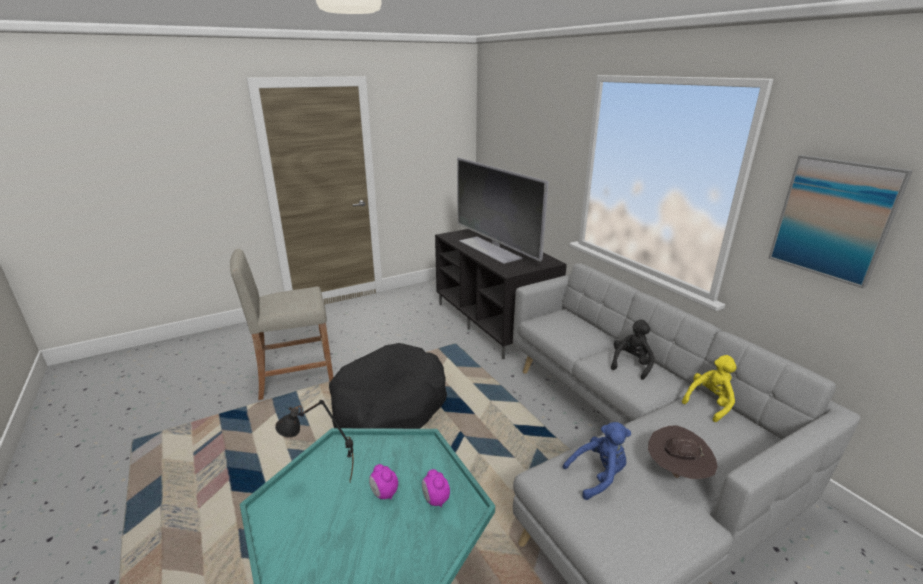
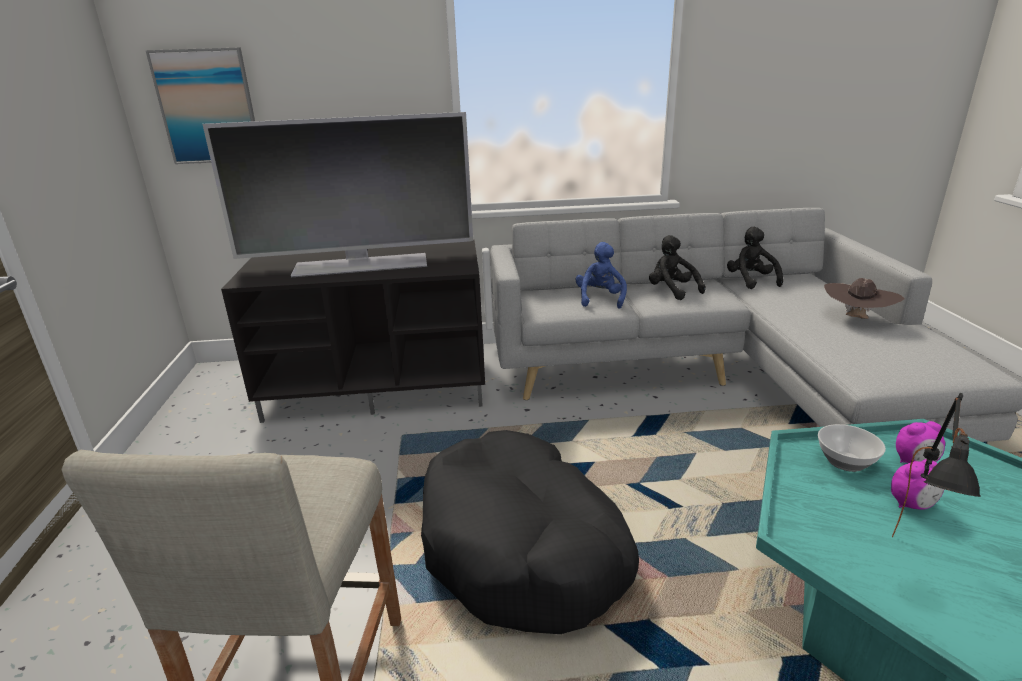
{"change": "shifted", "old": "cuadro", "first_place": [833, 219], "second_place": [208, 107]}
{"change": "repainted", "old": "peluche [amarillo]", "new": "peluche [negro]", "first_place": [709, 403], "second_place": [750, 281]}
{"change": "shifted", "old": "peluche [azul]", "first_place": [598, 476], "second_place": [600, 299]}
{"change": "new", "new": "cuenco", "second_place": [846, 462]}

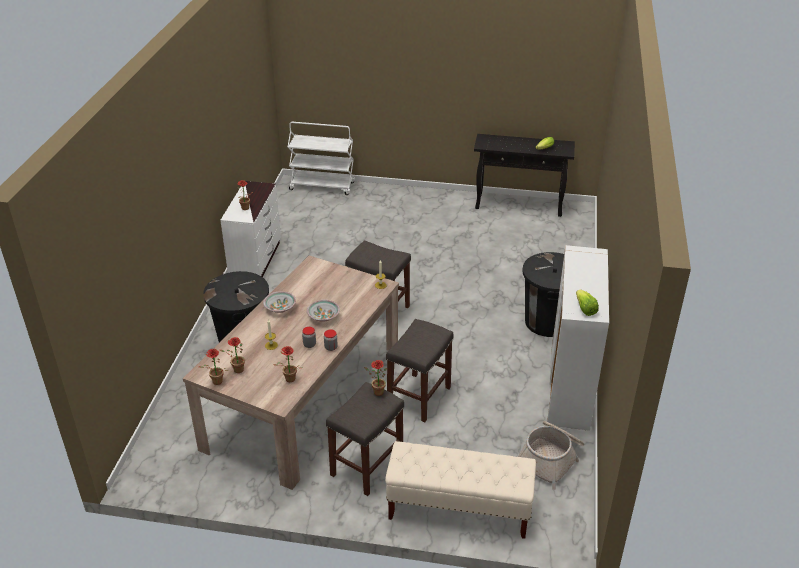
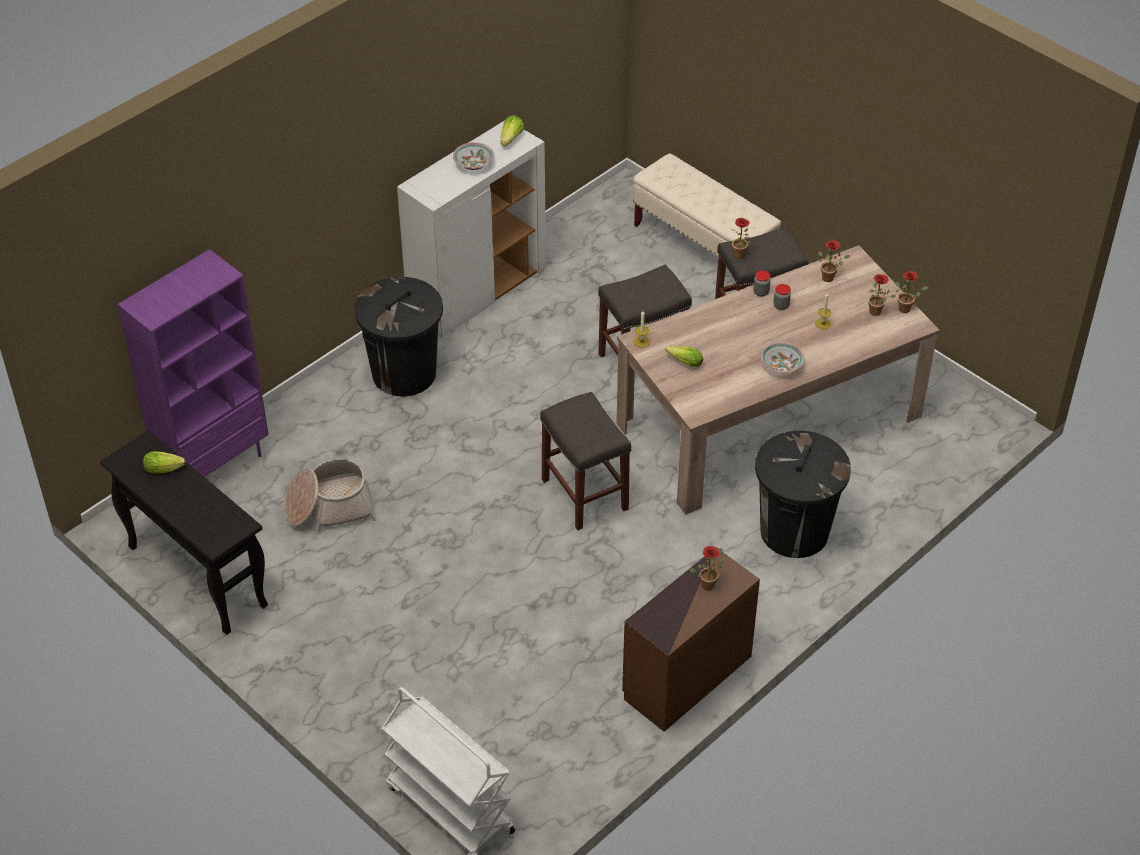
{"change": "repainted", "old": "cómoda [blanco]", "new": "cómoda [marrón]", "first_place": [256, 260], "second_place": [685, 677]}
{"change": "shifted", "old": "cuenco", "first_place": [323, 316], "second_place": [473, 164]}
{"change": "shifted", "old": "cesta", "first_place": [550, 459], "second_place": [329, 507]}
{"change": "new", "new": "estantería [morado]", "second_place": [214, 466]}
{"change": "new", "new": "lechuga", "second_place": [683, 361]}

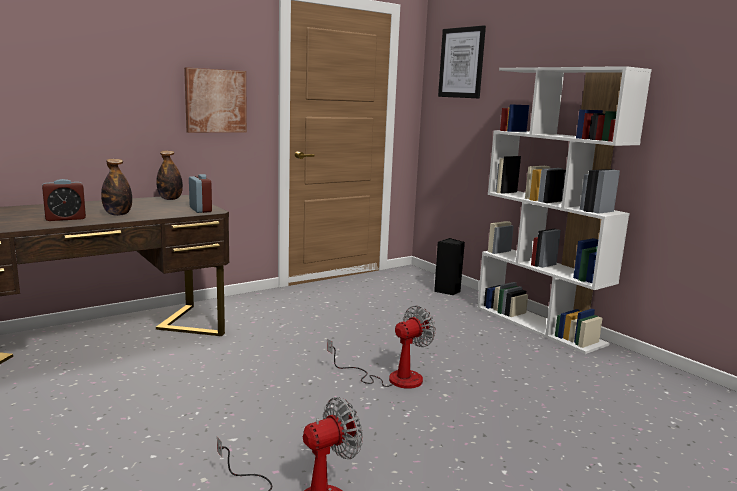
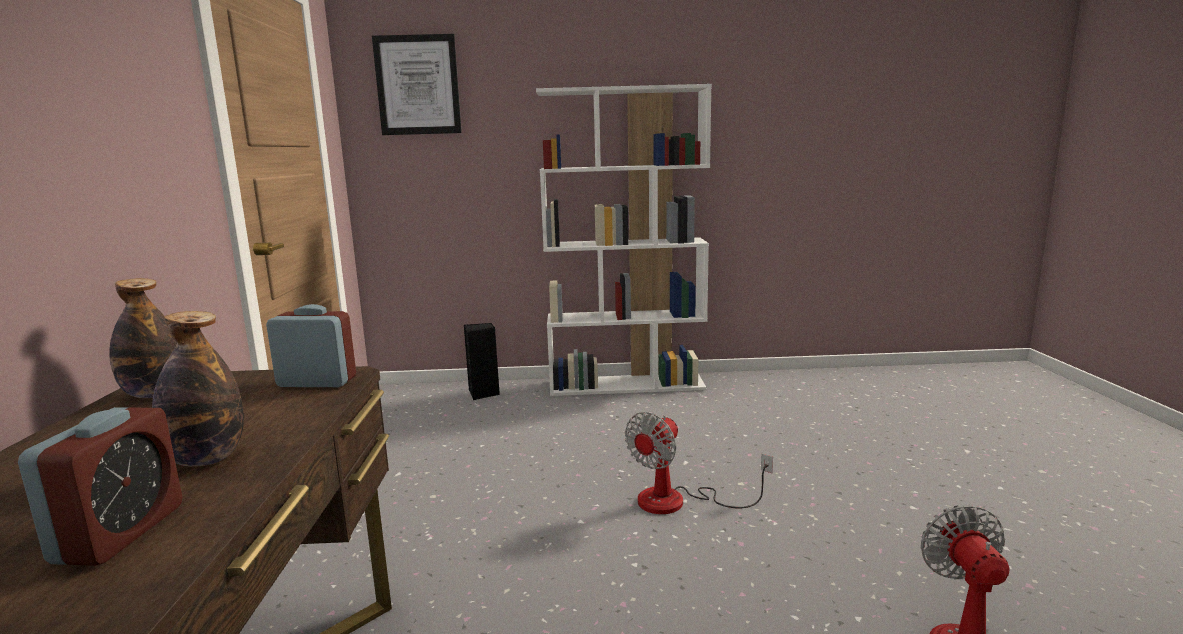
{"change": "gone", "old": "cuadro", "first_place": [215, 101]}
{"change": "rotated", "old": "ventilador", "first_place": [392, 378], "second_place": [678, 501], "degrees": -135}

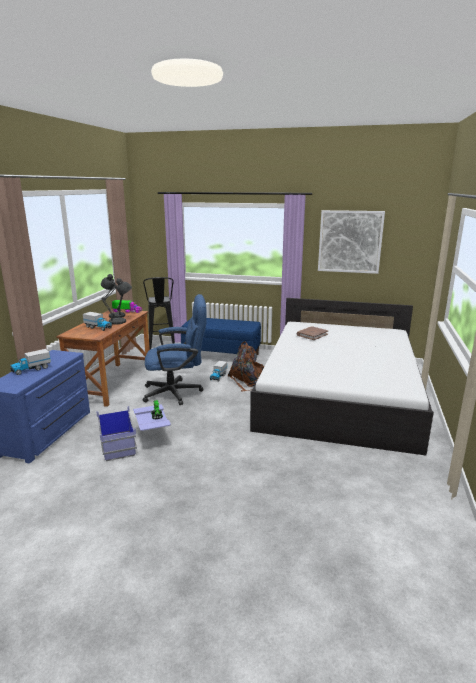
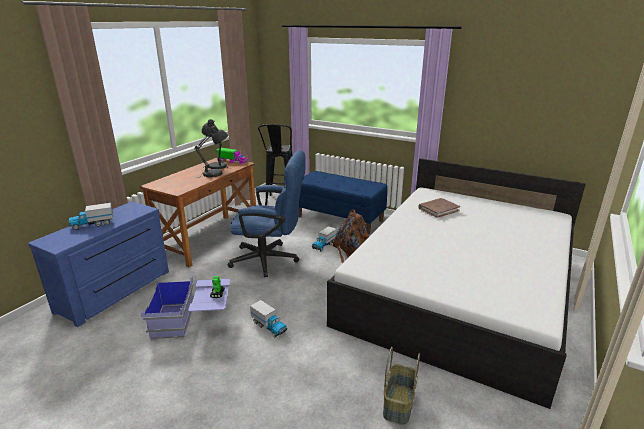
{"change": "gone", "old": "cuadro", "first_place": [350, 241]}
{"change": "shifted", "old": "camión de juguete", "first_place": [98, 328], "second_place": [269, 326]}
{"change": "new", "new": "cesta", "second_place": [399, 404]}

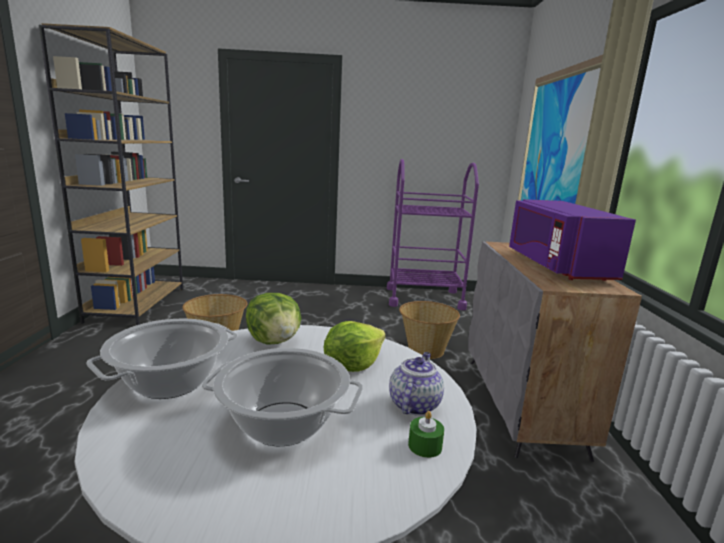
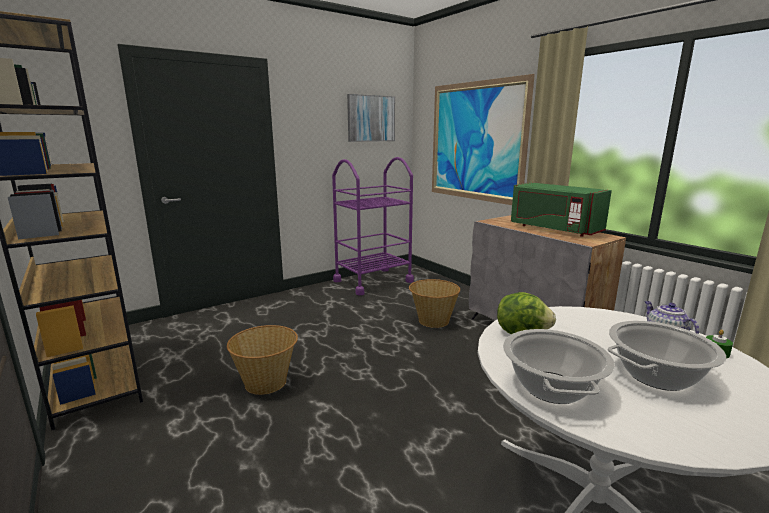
{"change": "repainted", "old": "microondas [morado]", "new": "microondas [verde]", "first_place": [556, 266], "second_place": [553, 229]}
{"change": "gone", "old": "lechuga", "first_place": [352, 365]}
{"change": "new", "new": "cuadro", "second_place": [371, 118]}

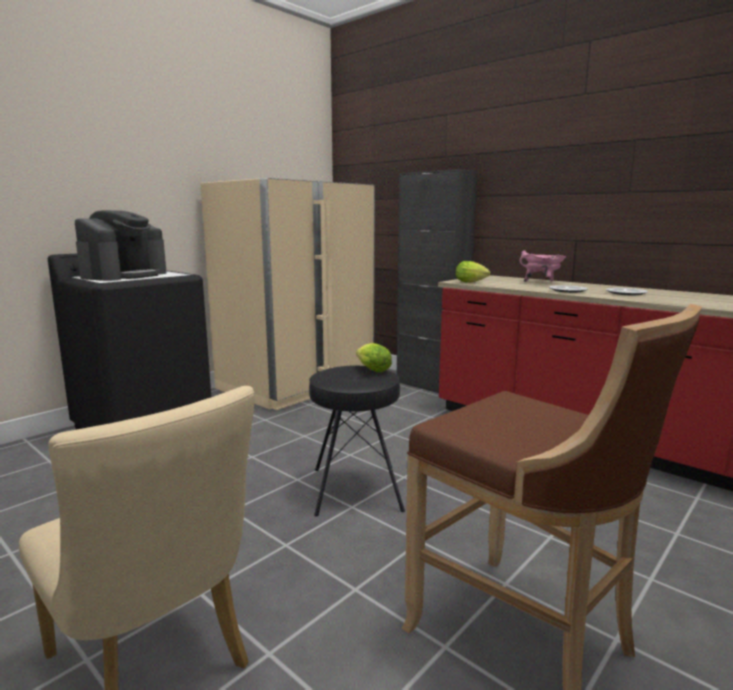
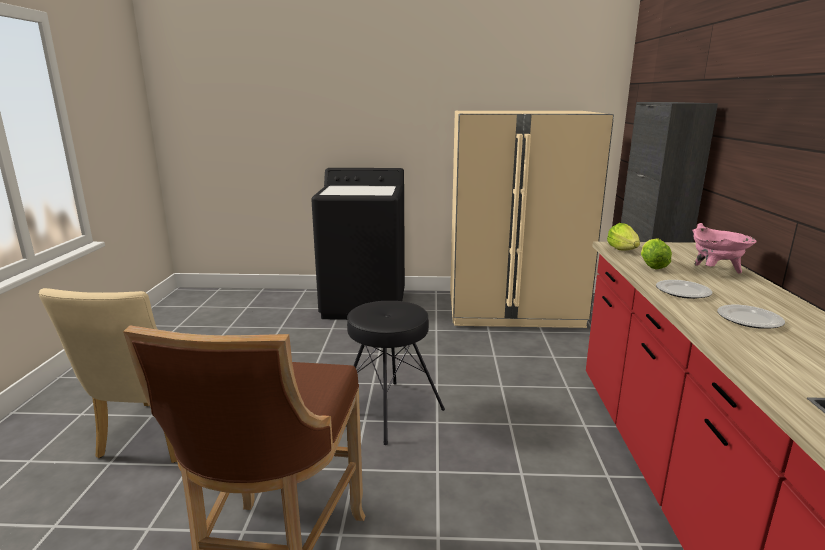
{"change": "gone", "old": "cafetera", "first_place": [124, 275]}
{"change": "shifted", "old": "lechuga", "first_place": [371, 369], "second_place": [652, 265]}

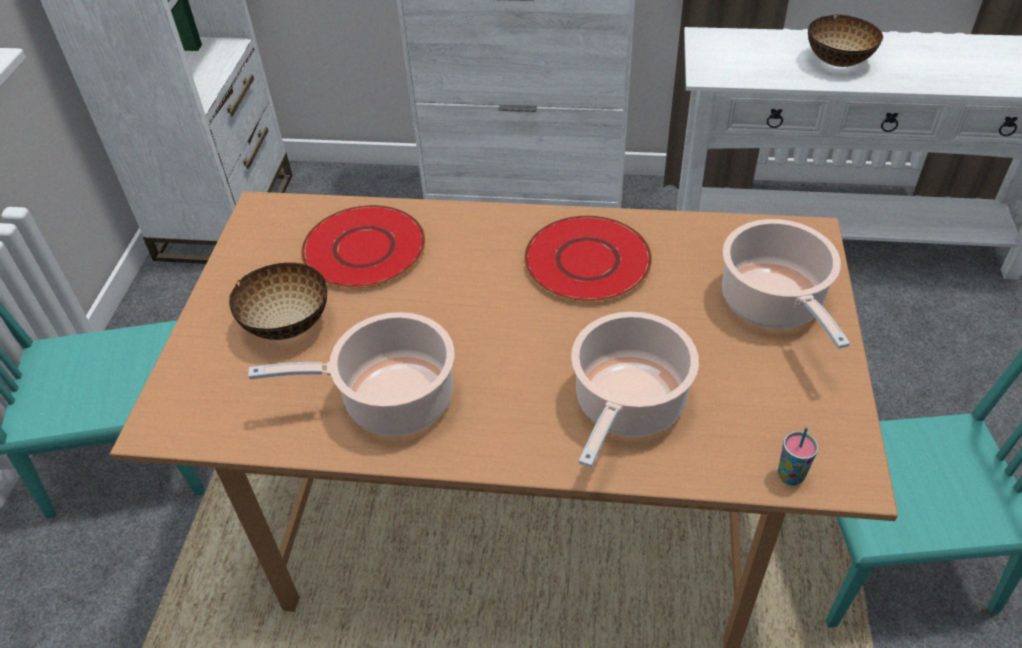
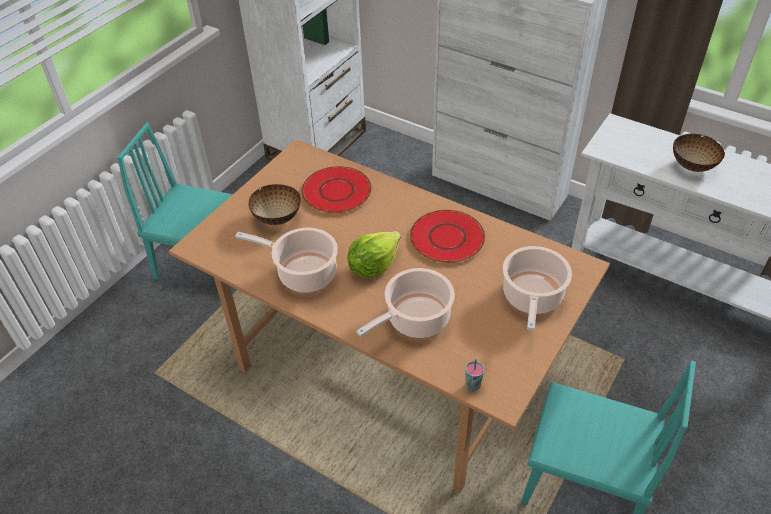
{"change": "new", "new": "lechuga", "second_place": [373, 266]}

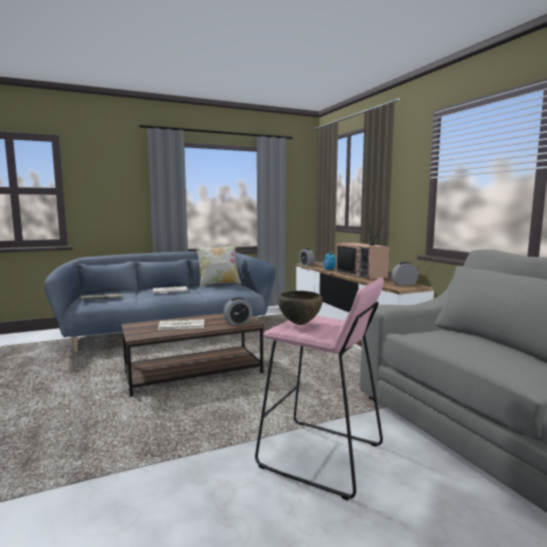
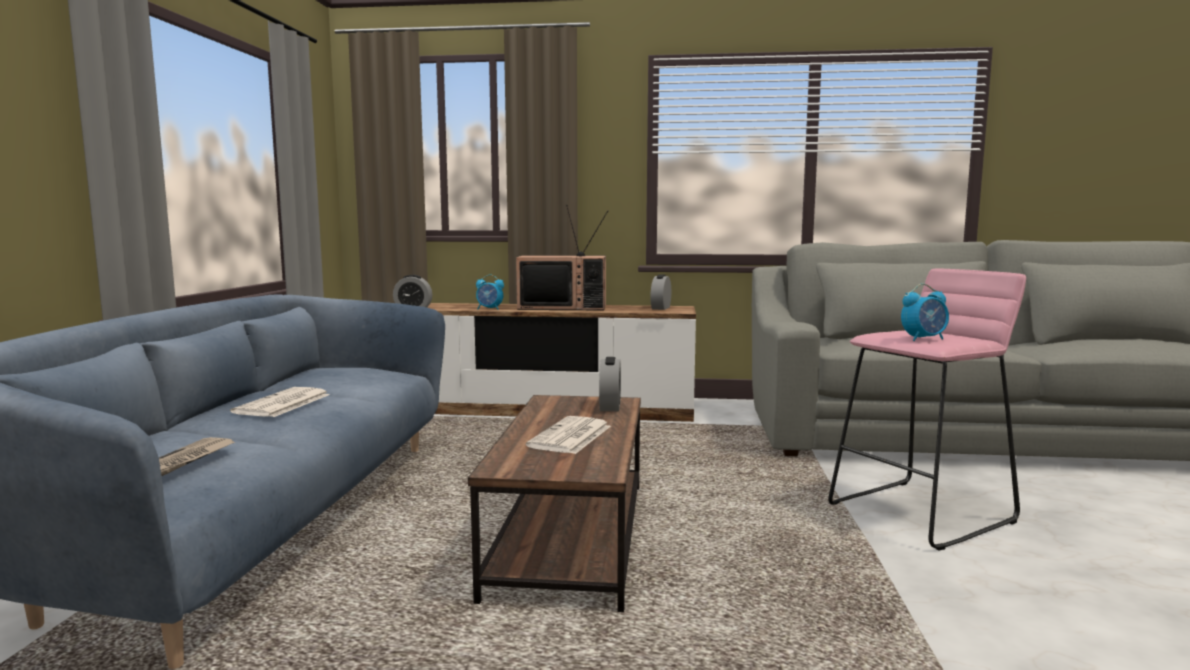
{"change": "gone", "old": "cojín", "first_place": [218, 284]}
{"change": "swapped", "old": "cuenco [marrón]", "new": "despertador", "first_place": [300, 324], "second_place": [924, 339]}

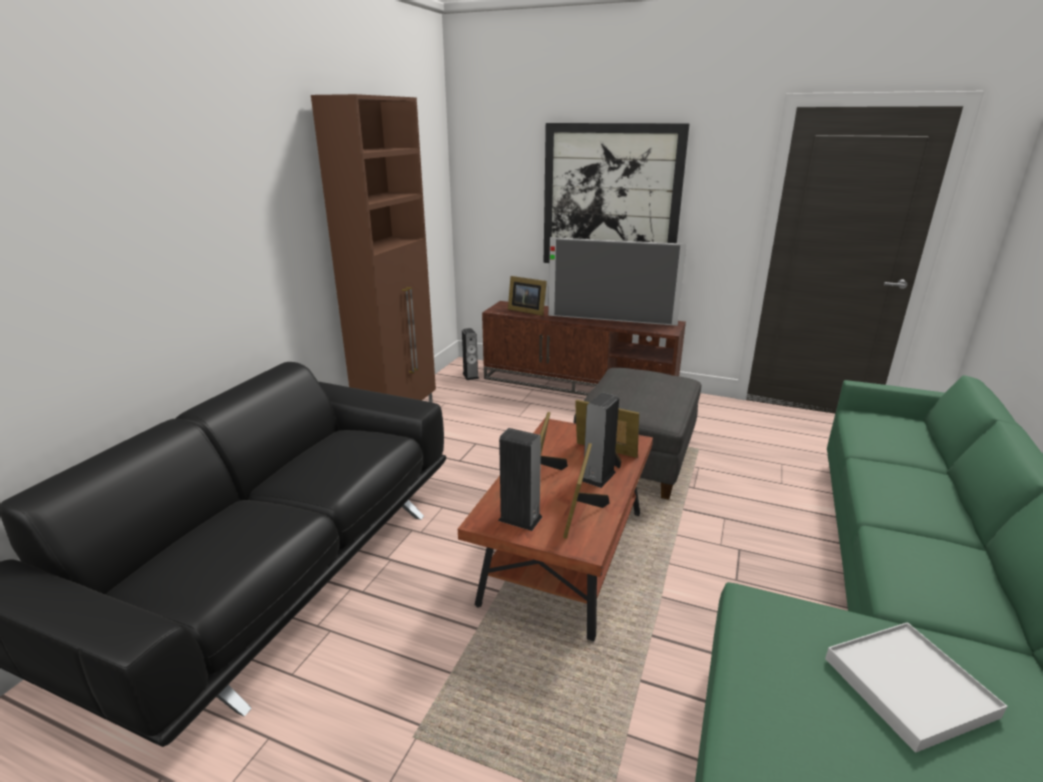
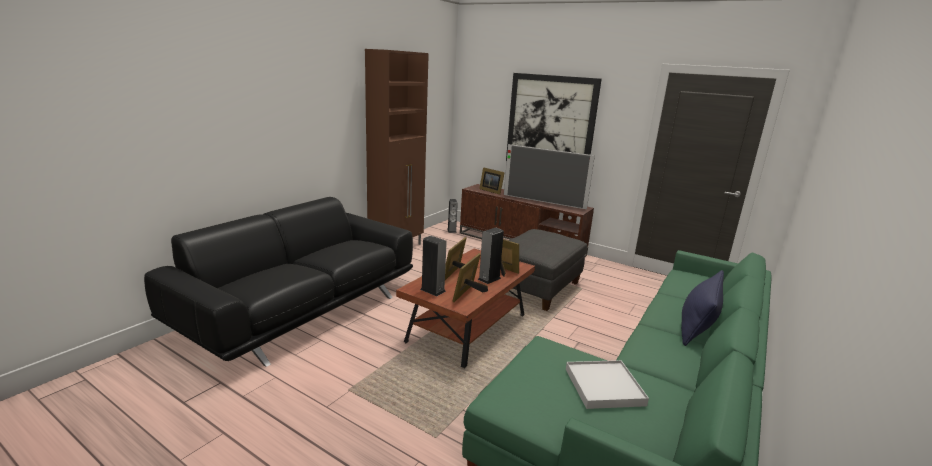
{"change": "new", "new": "cojín [azul]", "second_place": [697, 326]}

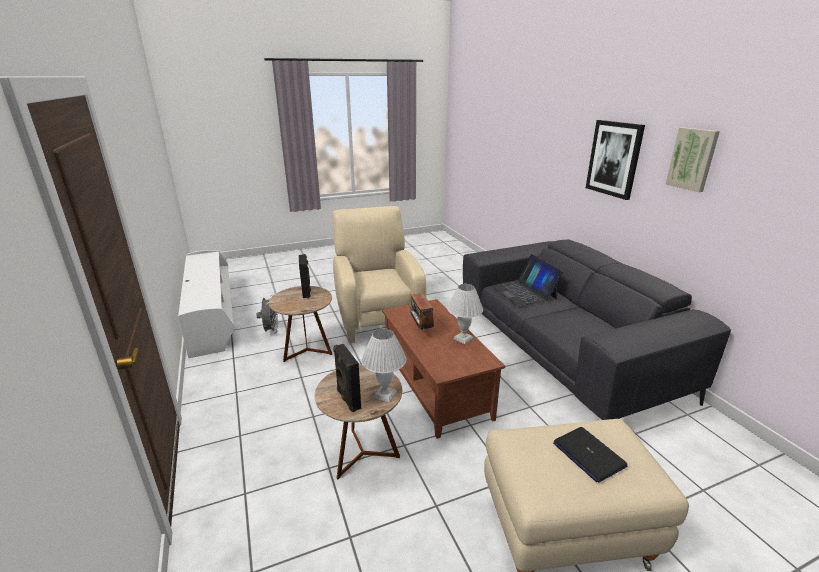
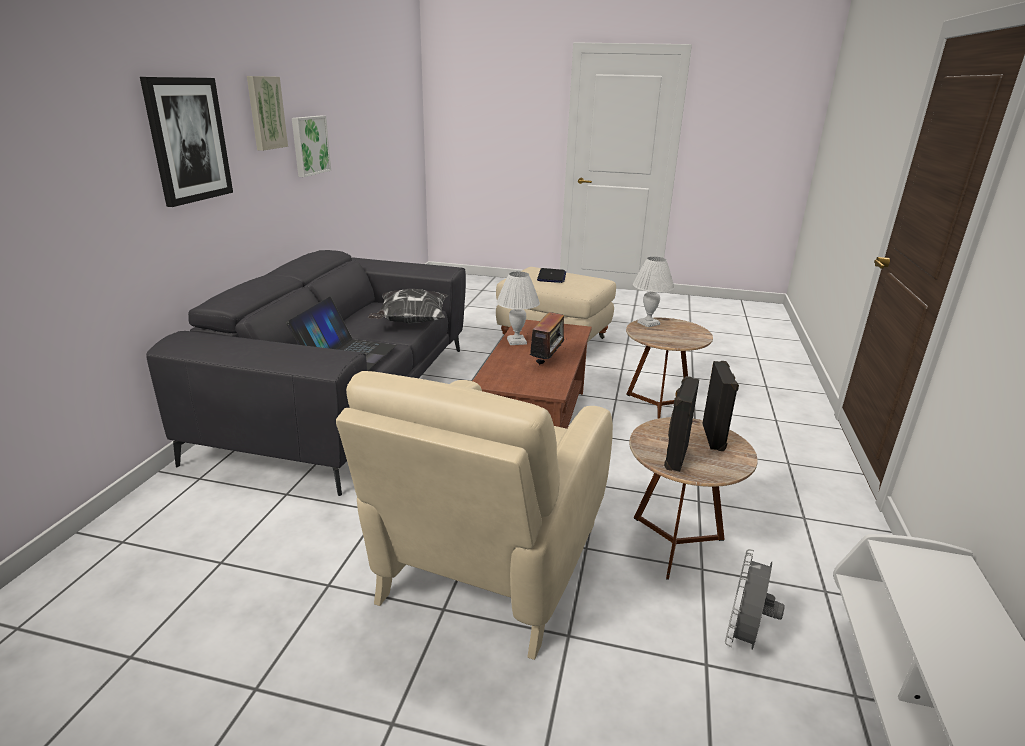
{"change": "shifted", "old": "altavoz [negro]", "first_place": [348, 399], "second_place": [714, 437]}
{"change": "new", "new": "cuadro", "second_place": [309, 145]}
{"change": "new", "new": "cojín", "second_place": [410, 322]}

